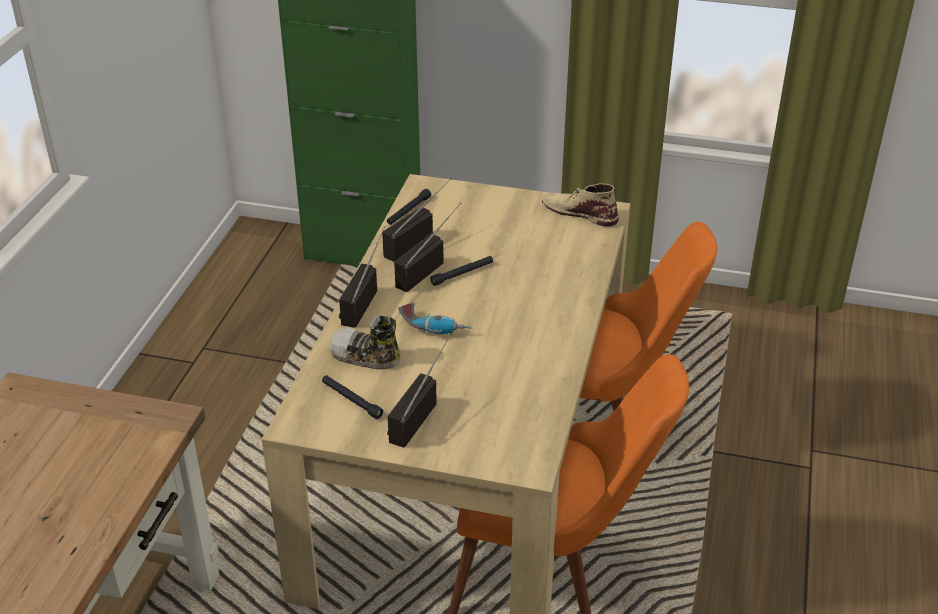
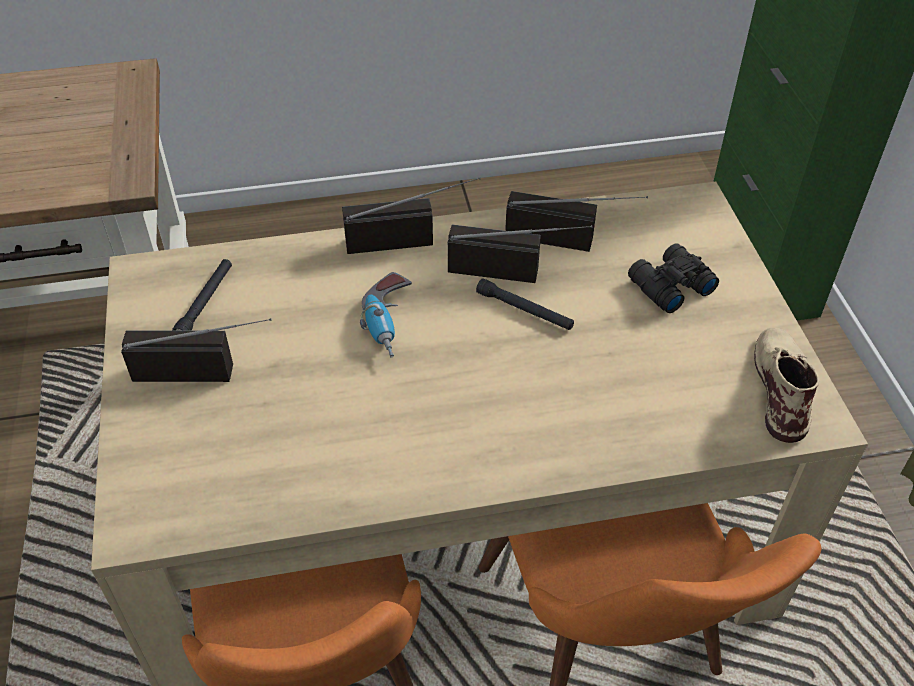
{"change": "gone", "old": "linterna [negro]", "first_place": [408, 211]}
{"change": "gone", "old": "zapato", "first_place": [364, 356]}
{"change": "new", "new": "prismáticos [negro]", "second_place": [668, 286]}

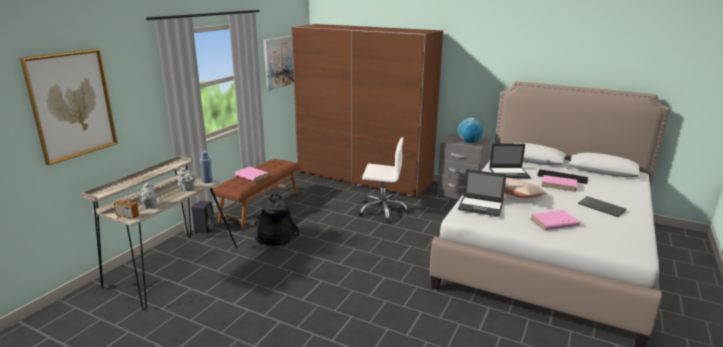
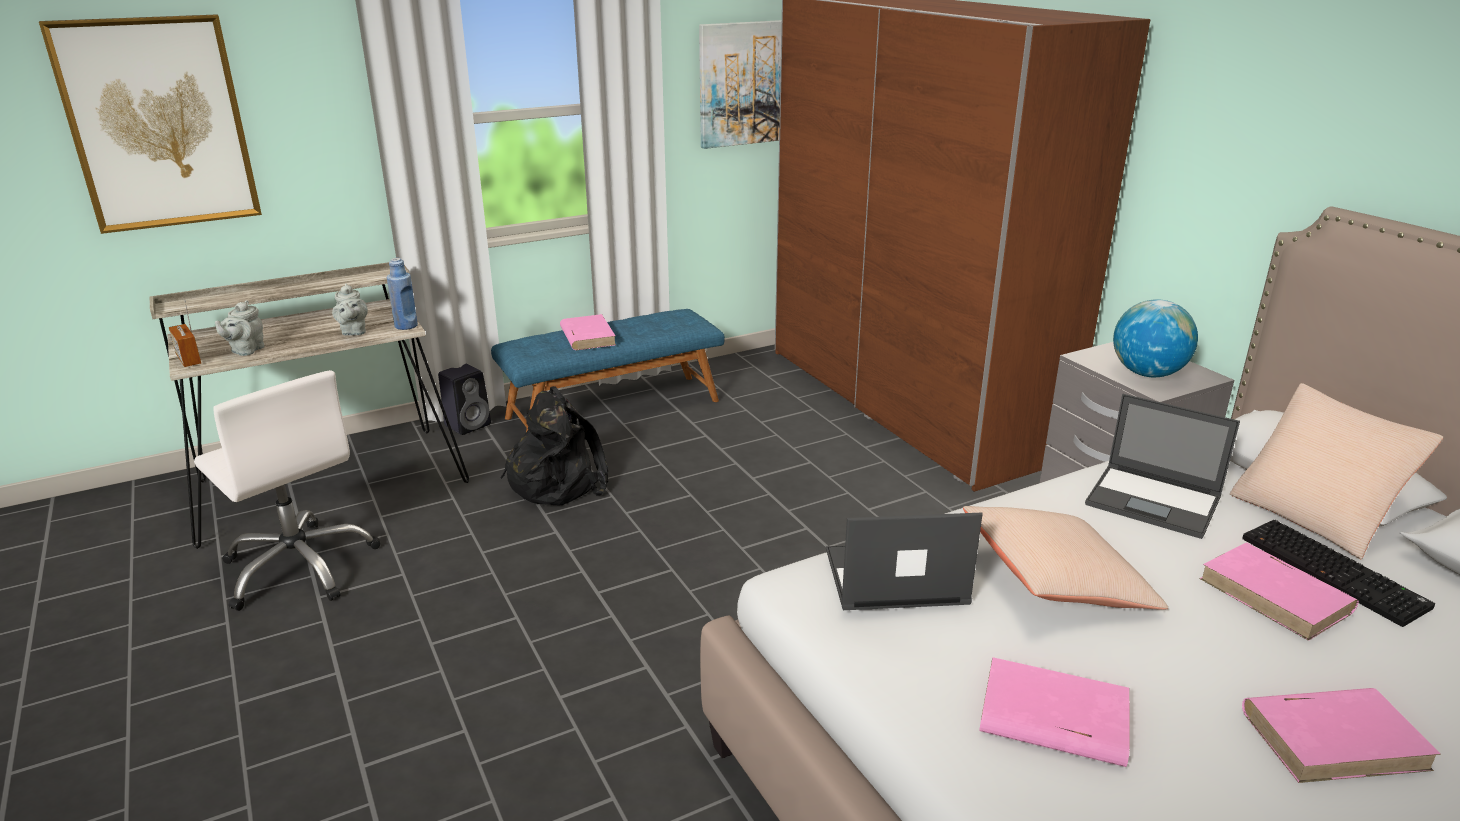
{"change": "shifted", "old": "silla de oficina [blanco]", "first_place": [382, 210], "second_place": [300, 566]}
{"change": "repainted", "old": "banco [marrón]", "new": "banco [azul]", "first_place": [260, 206], "second_place": [613, 408]}
{"change": "rotated", "old": "portátil", "first_place": [481, 206], "second_place": [893, 577], "degrees": 120}
{"change": "swapped", "old": "teclado", "new": "libro [rosa]", "first_place": [602, 207], "second_place": [1334, 739]}
{"change": "new", "new": "cojín [beis]", "second_place": [1314, 515]}

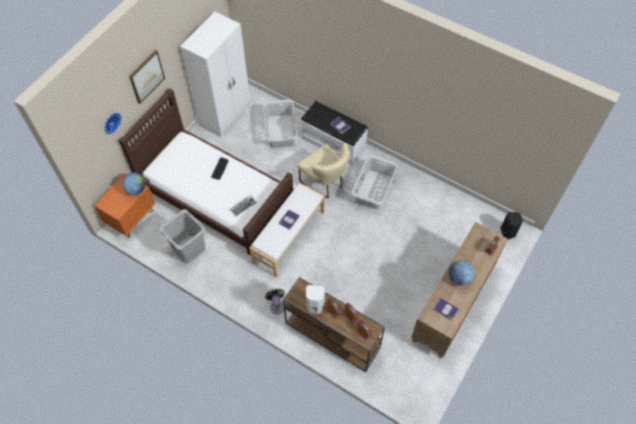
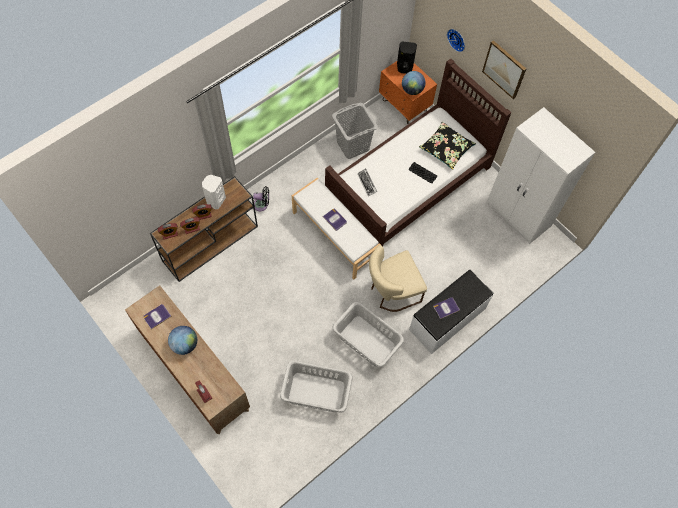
{"change": "shifted", "old": "cesto de la ropa [gris]", "first_place": [281, 131], "second_place": [316, 393]}
{"change": "shifted", "old": "altavoz [negro]", "first_place": [508, 232], "second_place": [404, 68]}
{"change": "new", "new": "cojín [negro]", "second_place": [446, 148]}

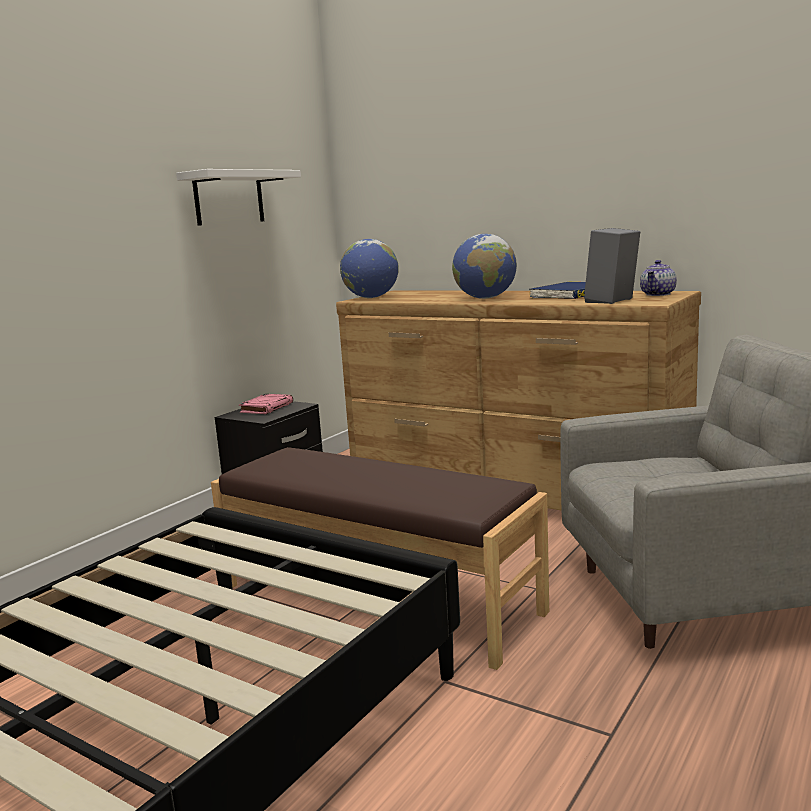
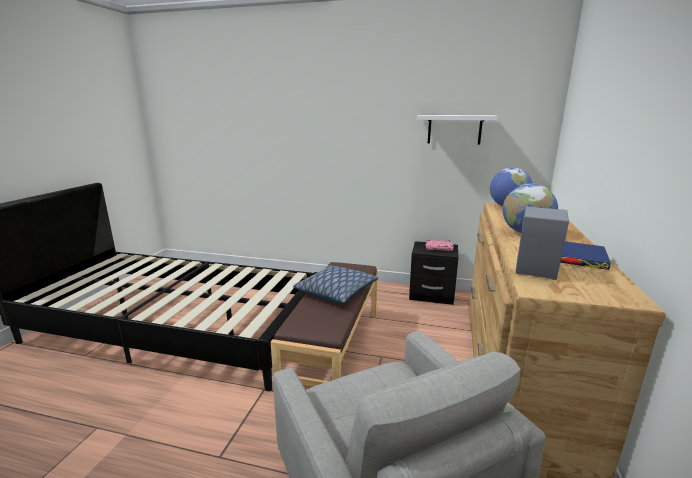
{"change": "gone", "old": "tetera", "first_place": [658, 294]}
{"change": "new", "new": "cojín", "second_place": [336, 291]}

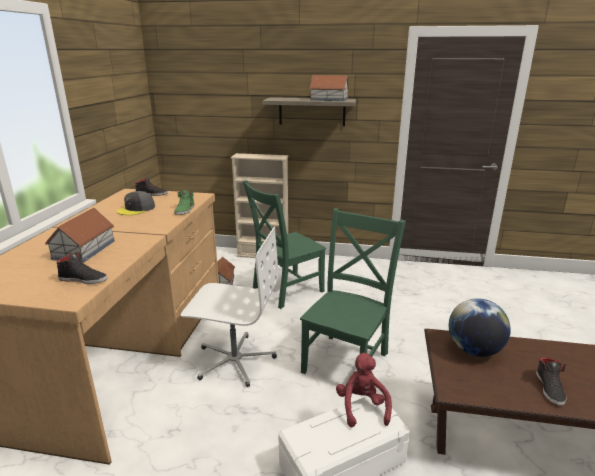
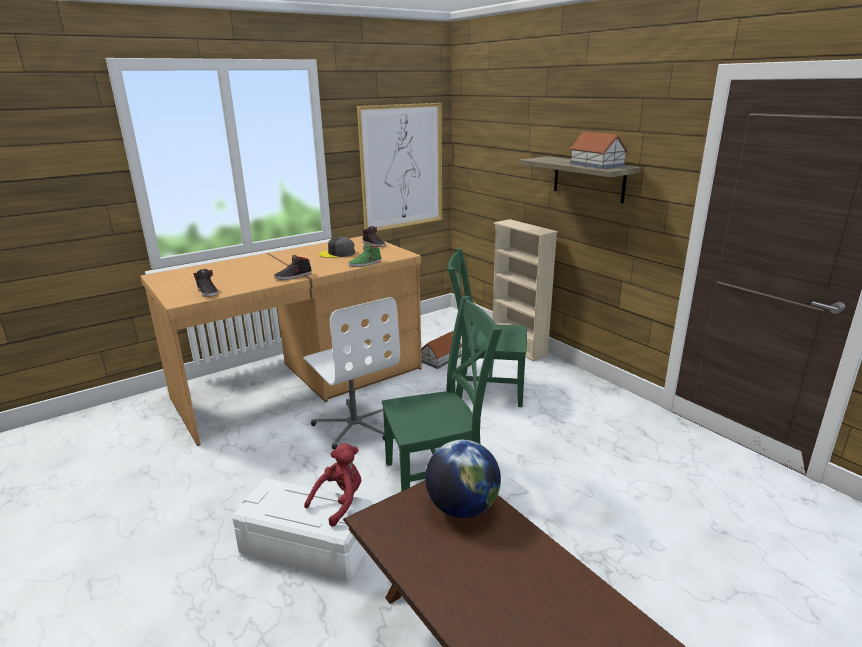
{"change": "gone", "old": "casita", "first_place": [83, 250]}
{"change": "shifted", "old": "zapato [negro]", "first_place": [550, 388], "second_place": [293, 276]}
{"change": "new", "new": "cuadro", "second_place": [402, 167]}

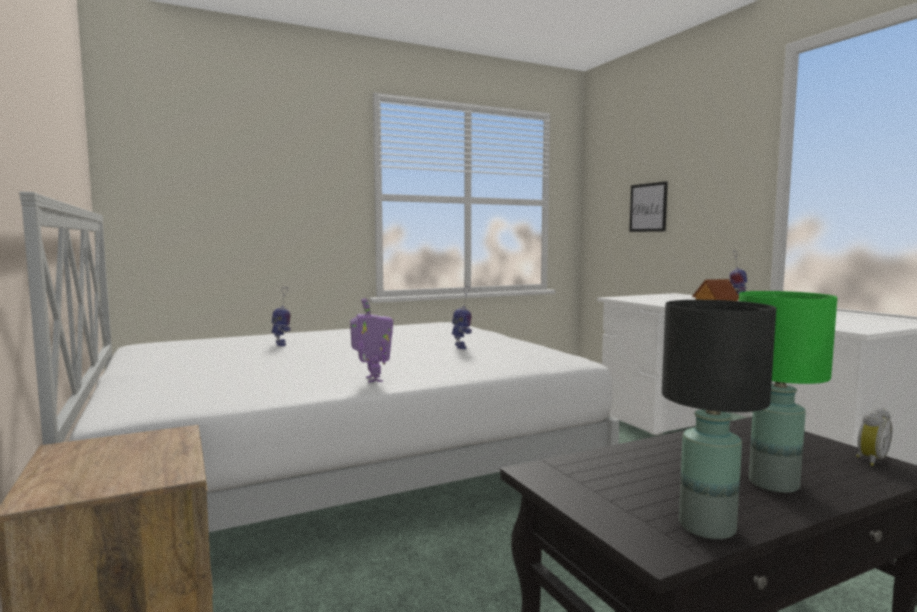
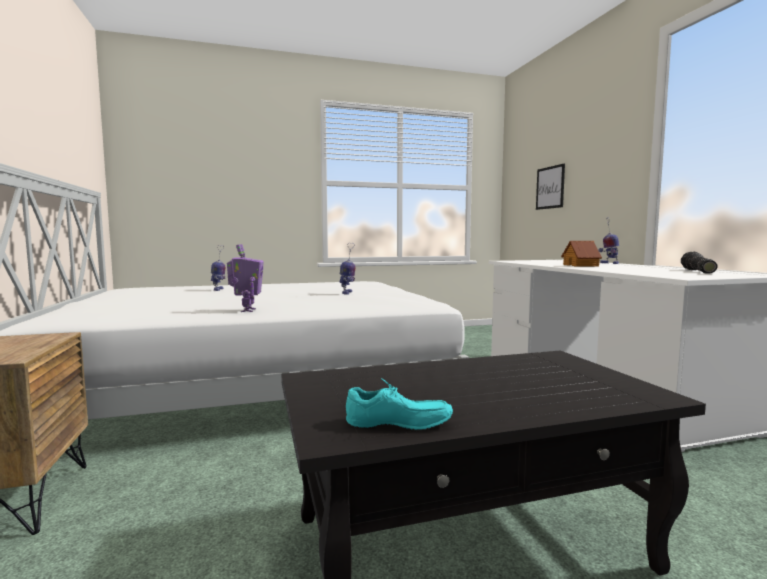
{"change": "gone", "old": "lámpara de mesa [verde]", "first_place": [772, 483]}
{"change": "swapped", "old": "lámpara de mesa [negro]", "new": "zapato [turquesa]", "first_place": [705, 526], "second_place": [398, 424]}
{"change": "gone", "old": "despertador", "first_place": [869, 460]}
{"change": "new", "new": "linterna", "second_place": [697, 271]}

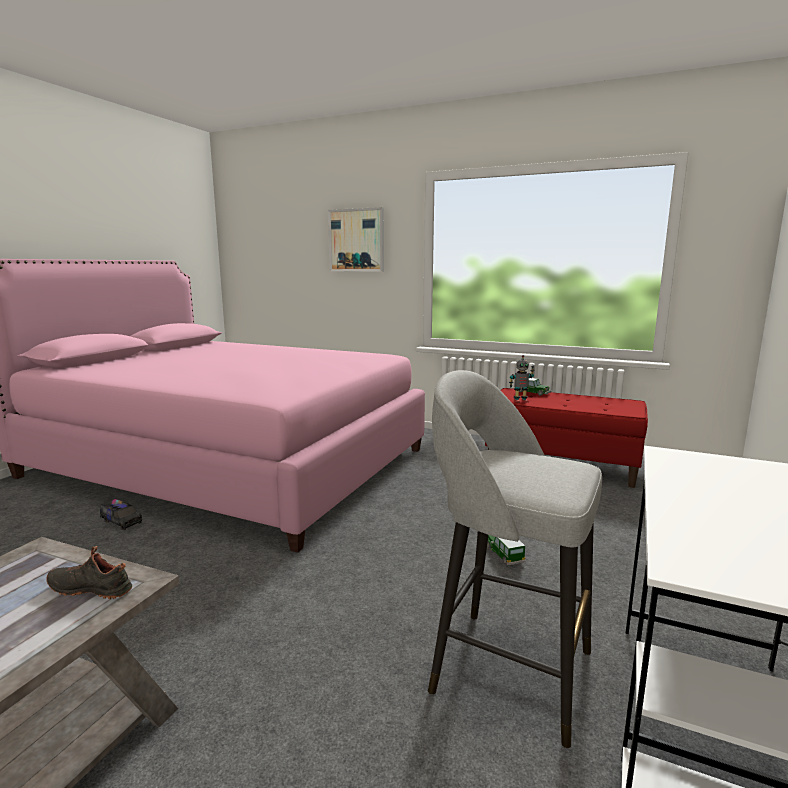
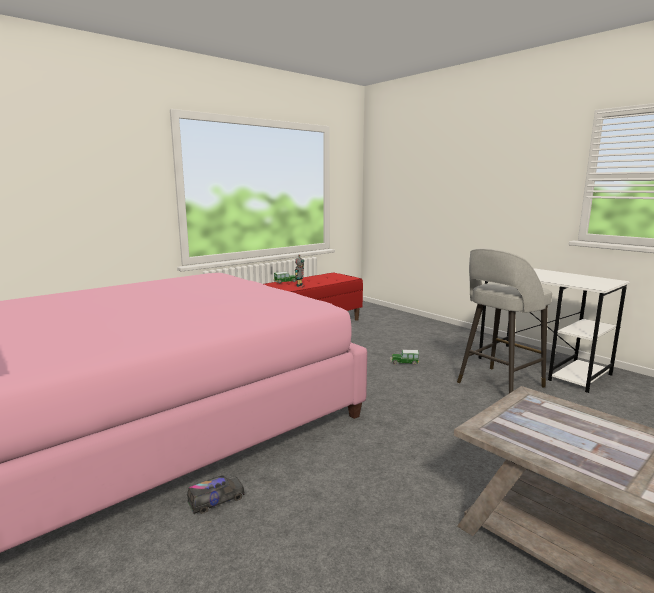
{"change": "gone", "old": "cuadro", "first_place": [356, 240]}
{"change": "gone", "old": "zapato [negro]", "first_place": [92, 588]}

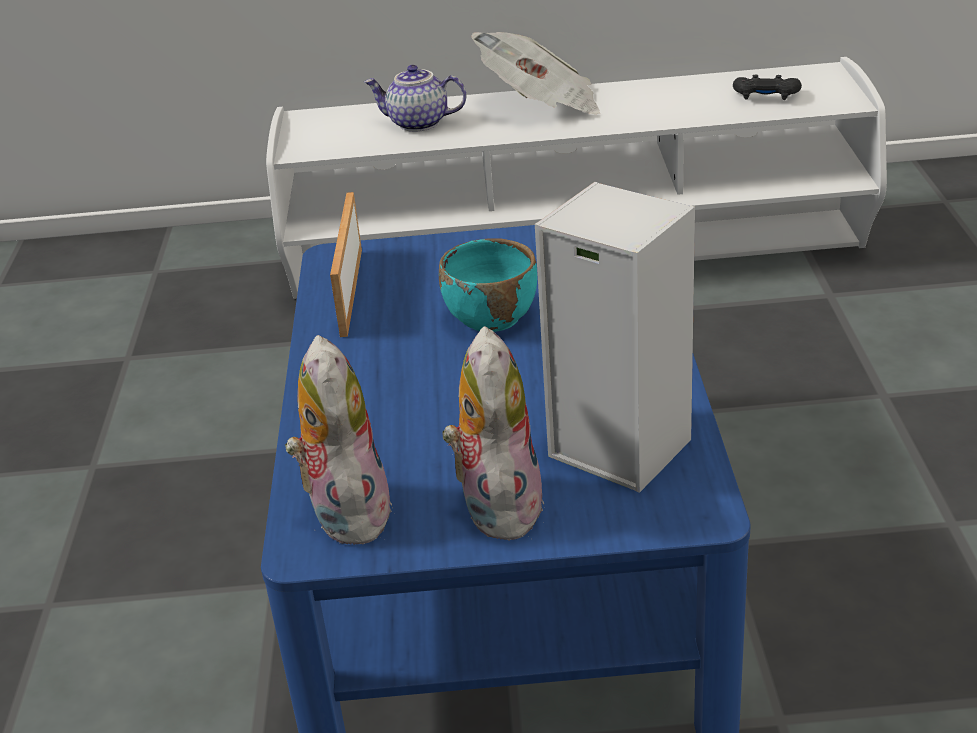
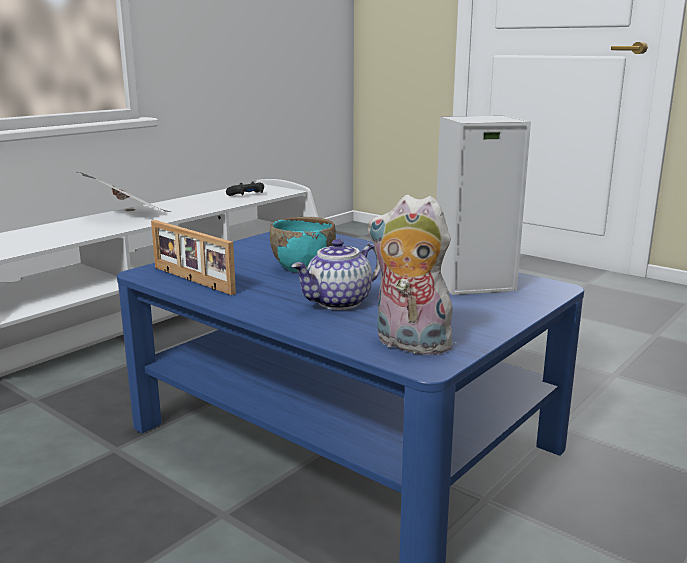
{"change": "shifted", "old": "tetera", "first_place": [417, 124], "second_place": [339, 303]}
{"change": "gone", "old": "peluche", "first_place": [496, 505]}

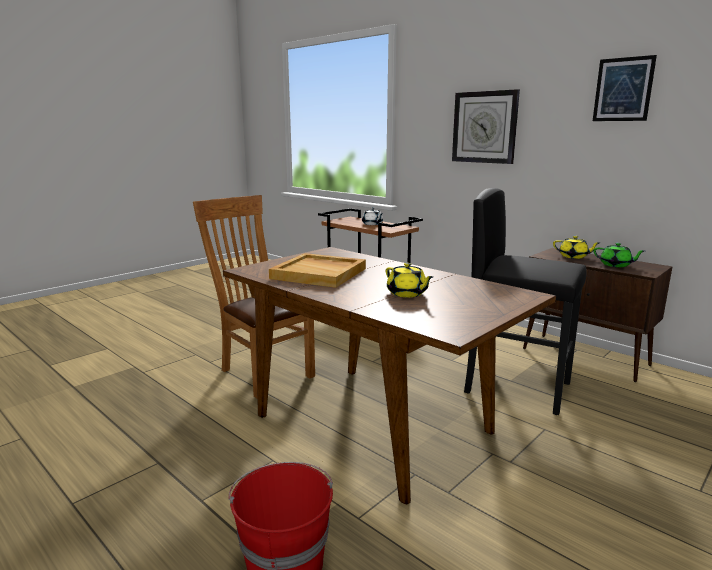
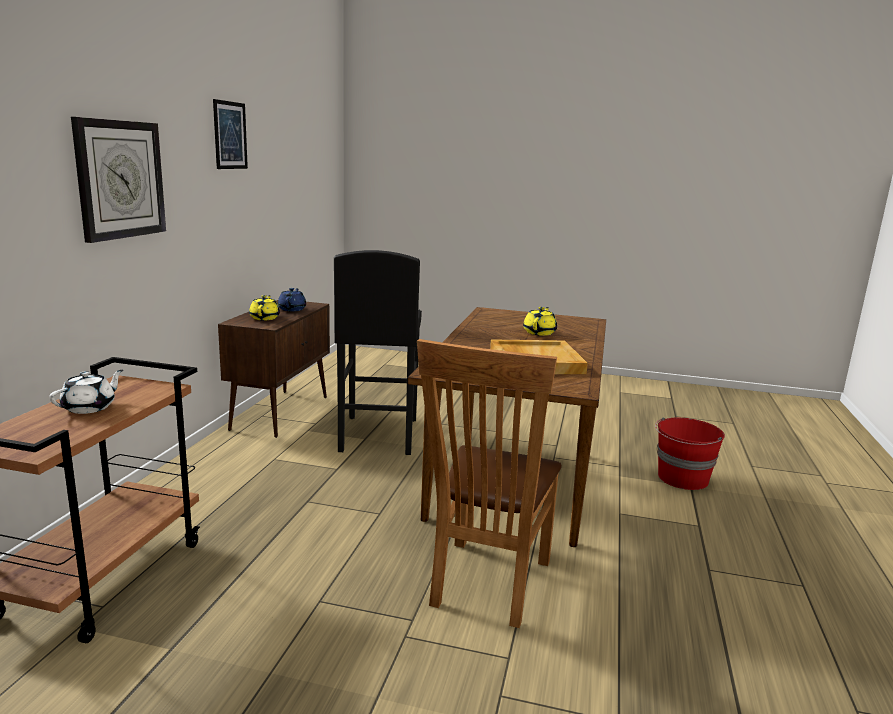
{"change": "repainted", "old": "tetera [verde]", "new": "tetera [azul]", "first_place": [616, 265], "second_place": [292, 309]}

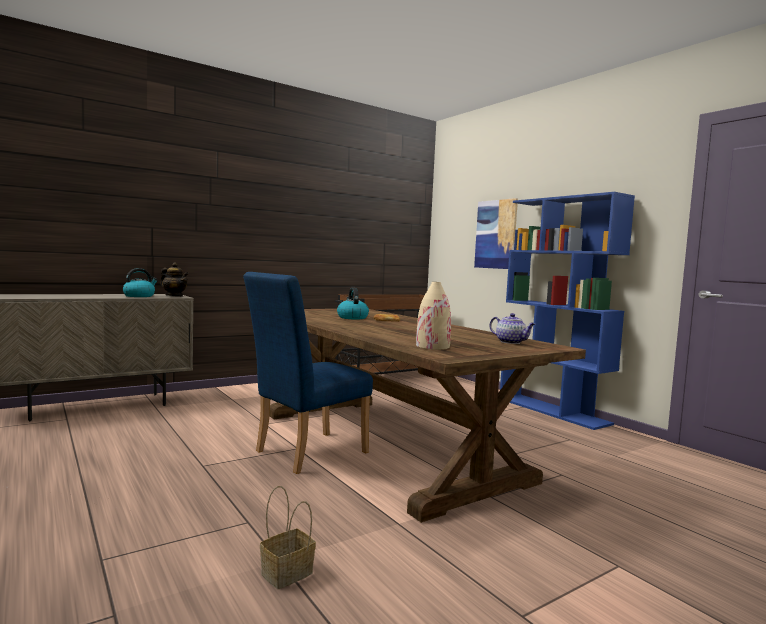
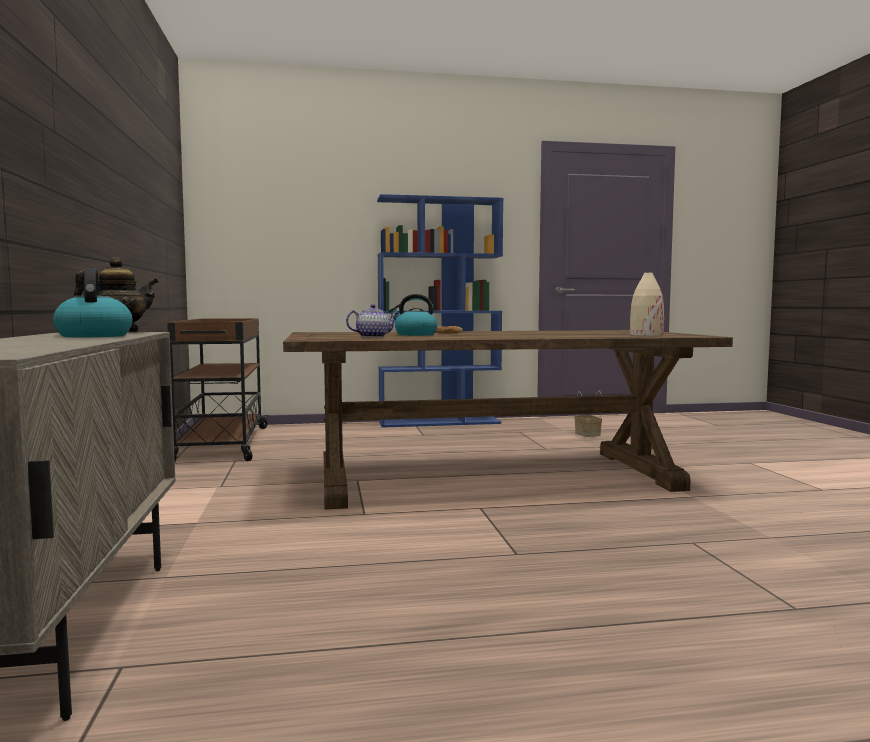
{"change": "gone", "old": "cuadro", "first_place": [496, 234]}
{"change": "gone", "old": "silla [azul]", "first_place": [304, 453]}
{"change": "shifted", "old": "tetera", "first_place": [511, 342], "second_place": [373, 337]}
{"change": "shifted", "old": "cesta", "first_place": [286, 574], "second_place": [588, 434]}

